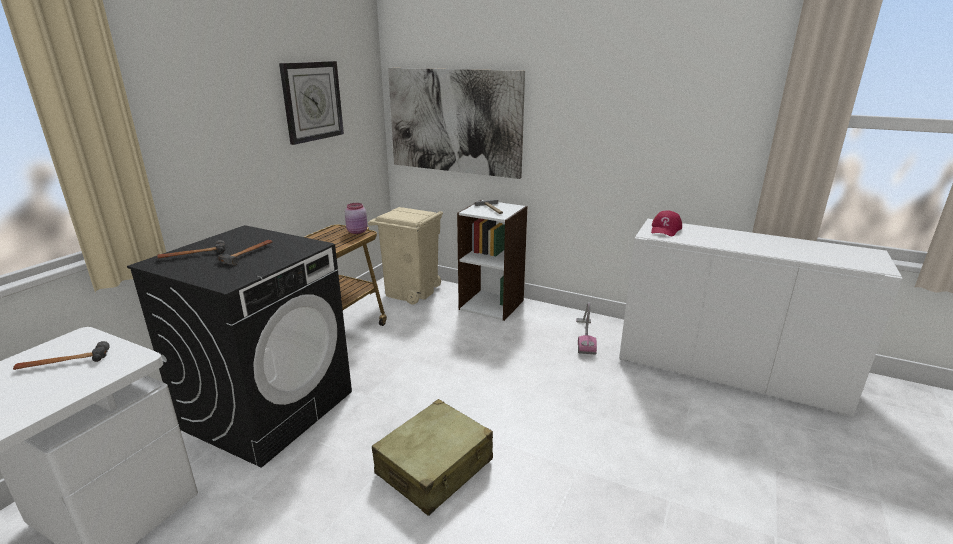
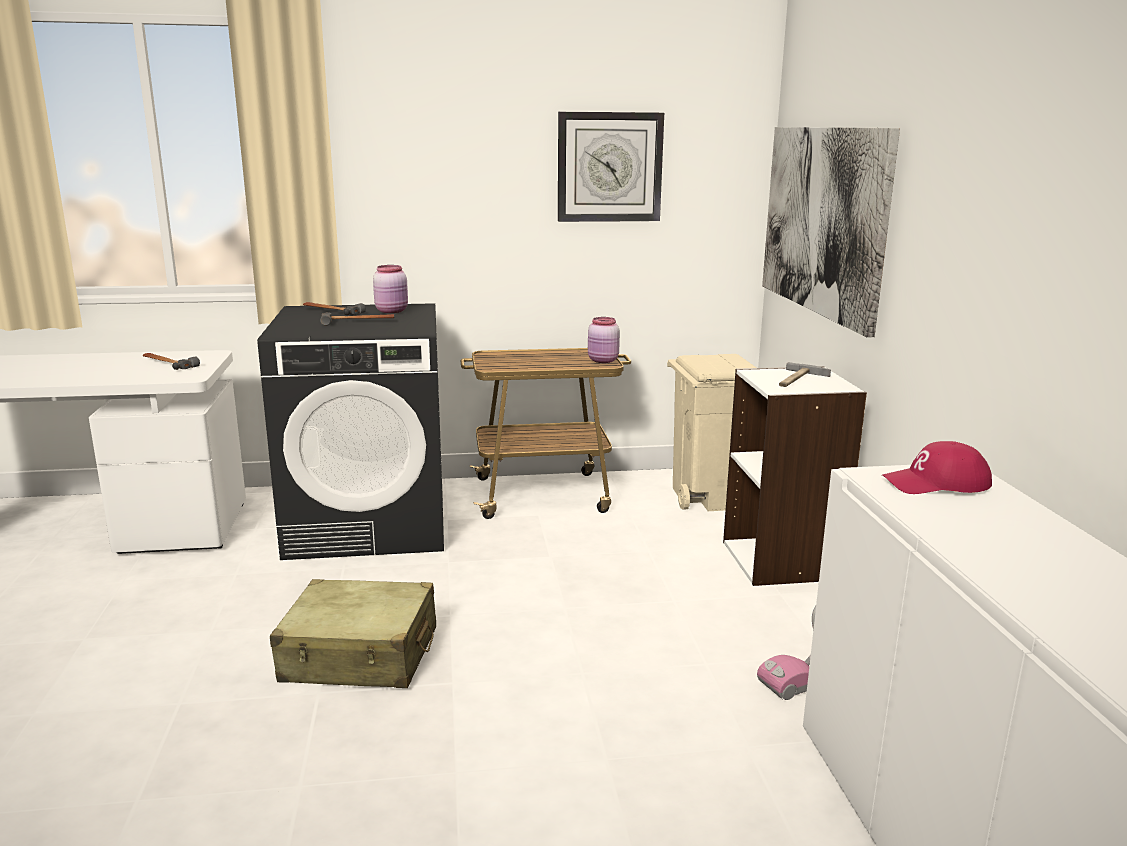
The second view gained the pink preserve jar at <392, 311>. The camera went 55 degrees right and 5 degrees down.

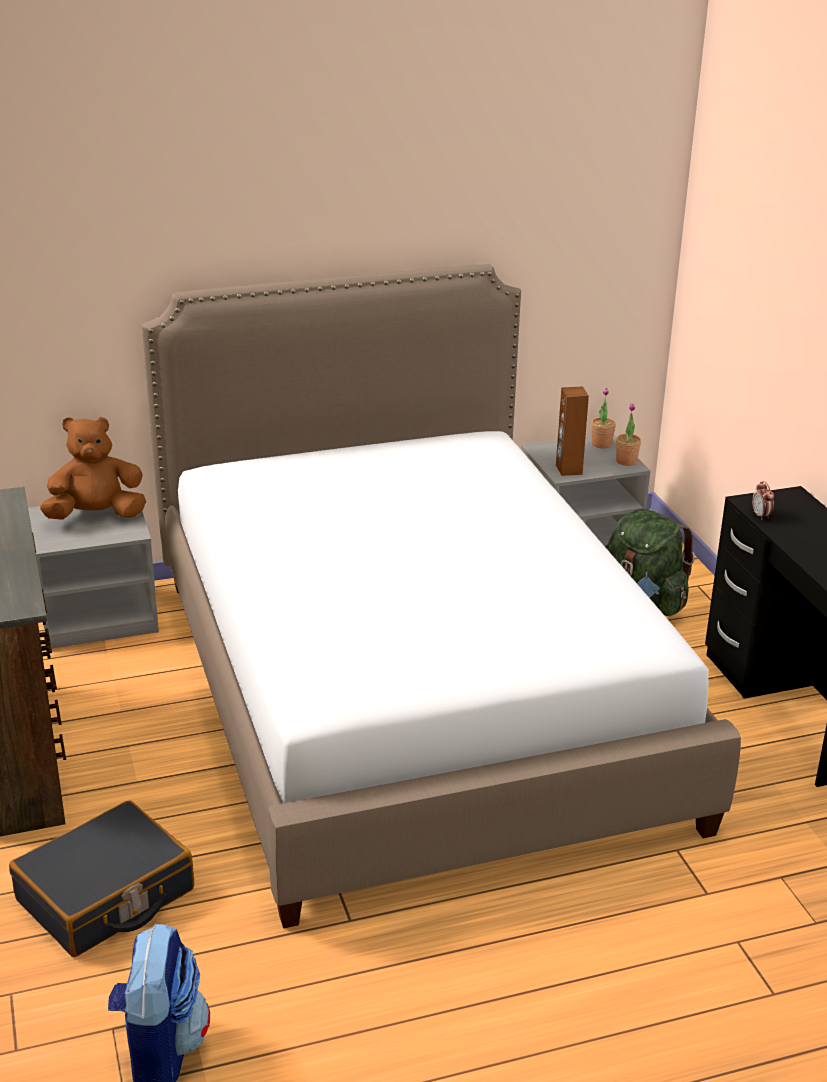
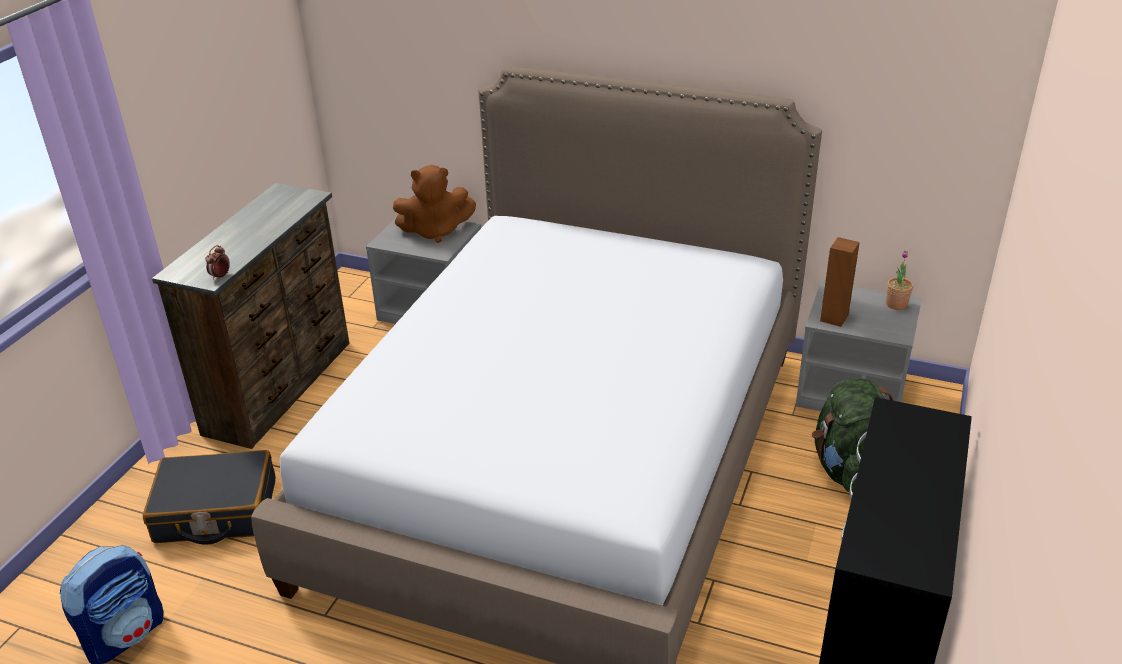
The table clock ended up elsewhere, having gone from <761, 516> to <220, 276>. The brown plush toy at <96, 516> ended up facing another way, 150 degrees clockwise from before. The second view lost the houseplant at <626, 461>. The camera went 40 degrees right and 5 degrees up.

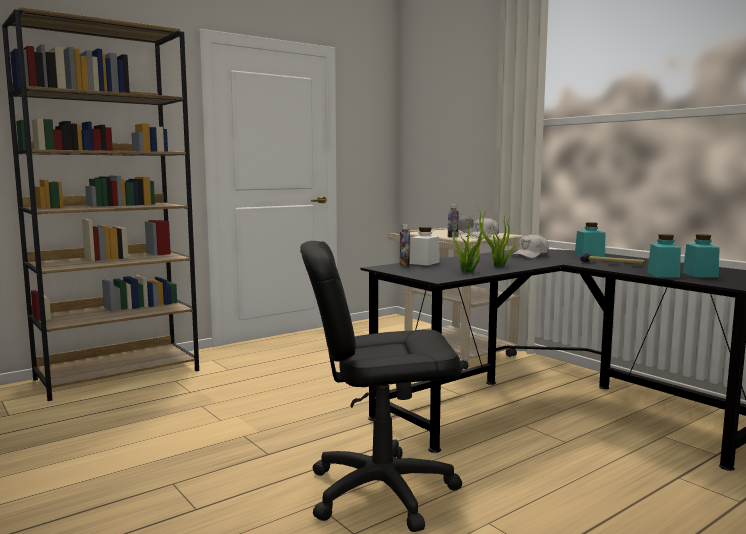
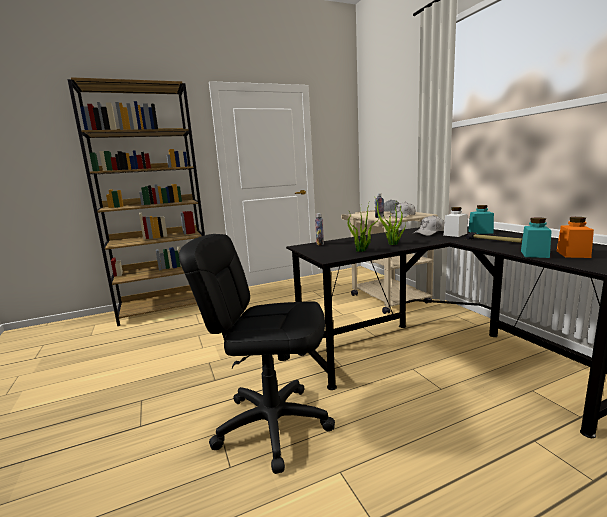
The whitish preserve jar ended up elsewhere, having gone from <424, 263> to <455, 234>. What was the blue-green preserve jar at <700, 275> turned into the orange-coloured preserve jar at <573, 254>. The camera went 15 degrees right and 5 degrees up.

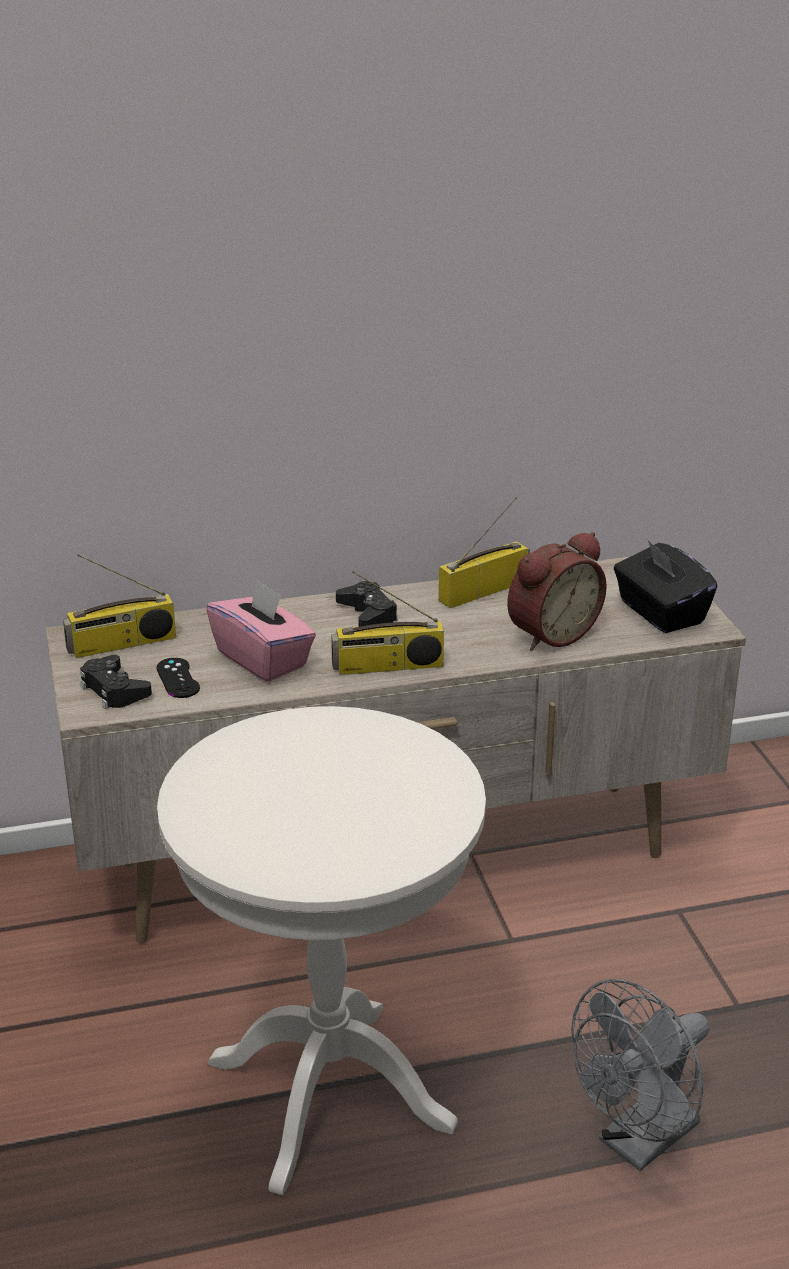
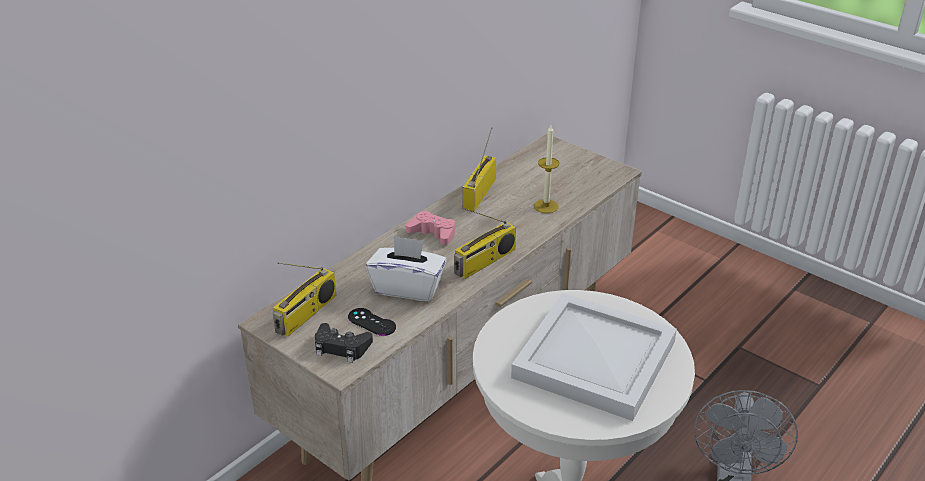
What was the pink box of tissues at <263, 659> turned into the whitish box of tissues at <408, 287>. What was the black gamepad at <368, 614> turned into the pink gamepad at <433, 233>. The second view gained the whitish carrying tray at <597, 359>. Where the table clock stood at <550, 633>, the wax light came to stand at <546, 206>. The second view lost the black box of tissues at <660, 613>. The camera went 35 degrees left and 5 degrees up.

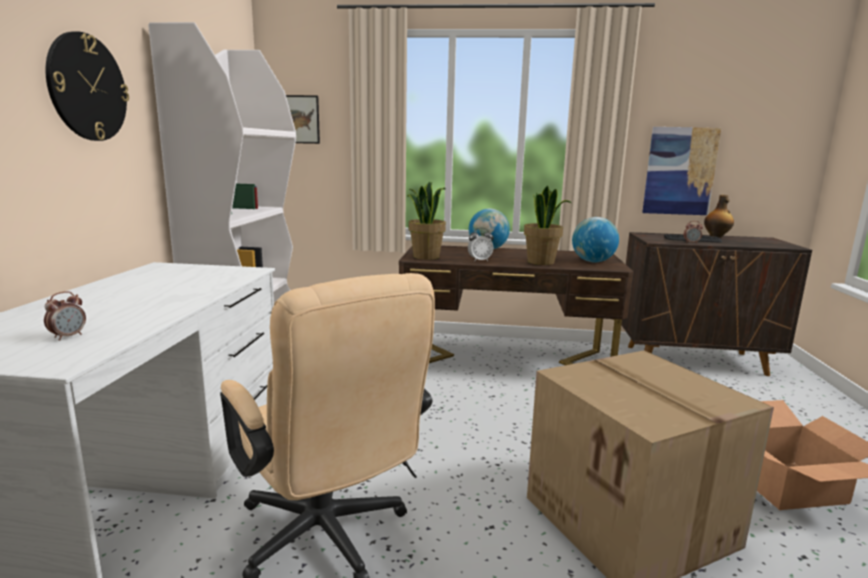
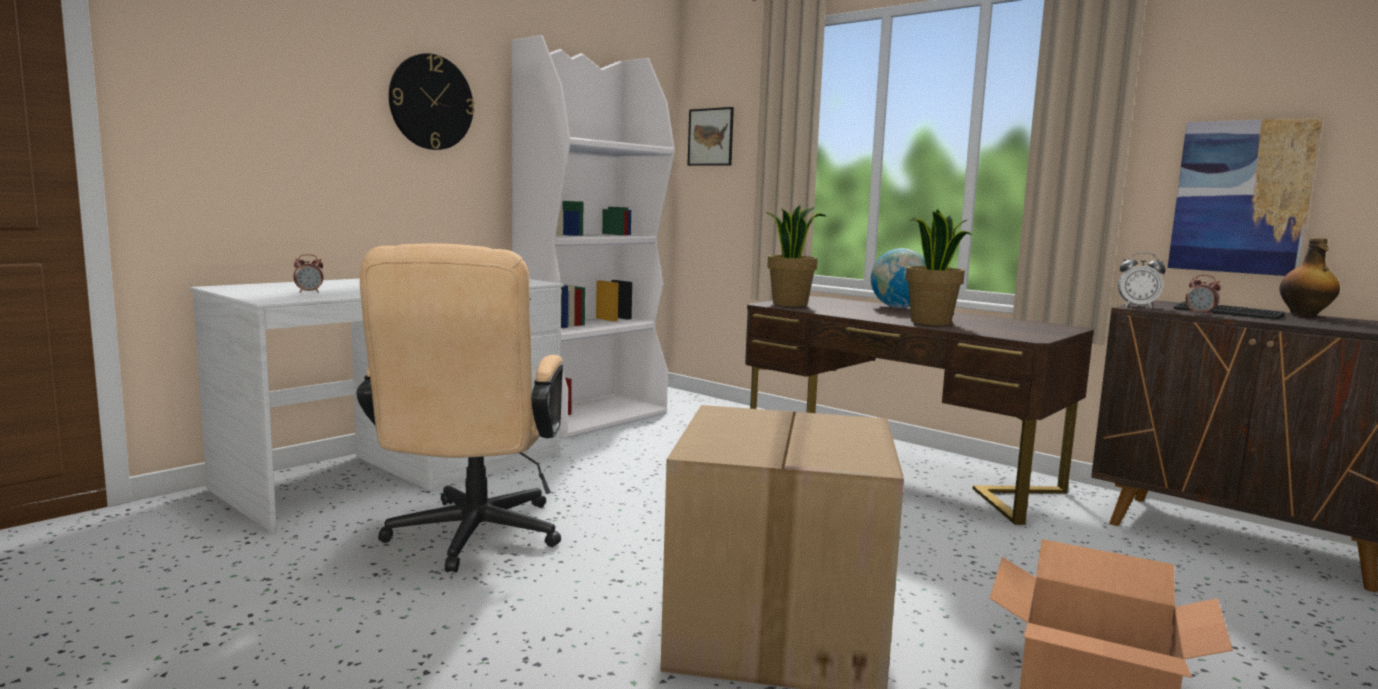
The table clock ended up elsewhere, having gone from <479, 260> to <1137, 306>. The second view lost the globe at <592, 262>. The camera went 35 degrees right and 5 degrees down.

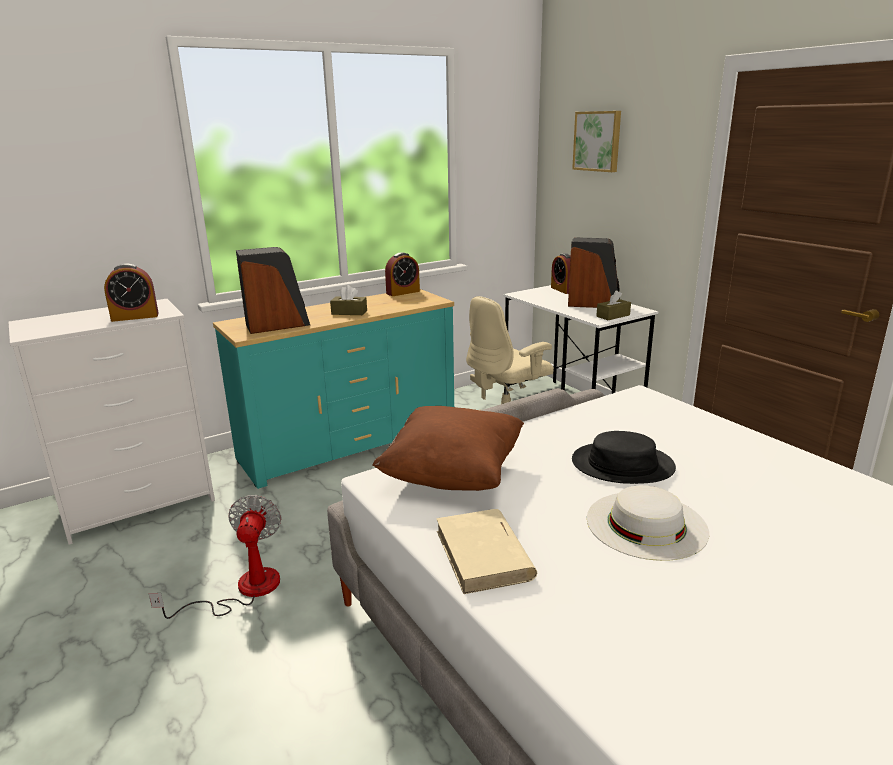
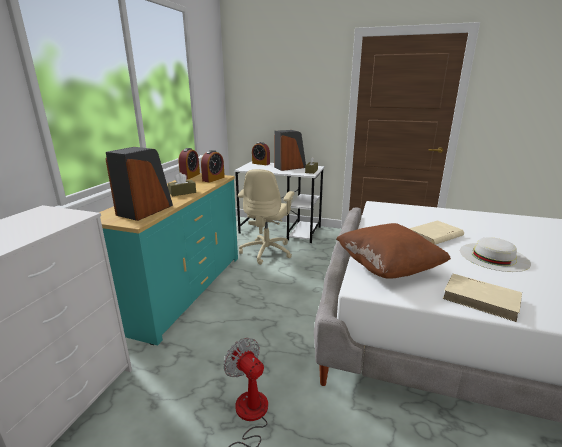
The table clock ended up elsewhere, having gone from <135, 317> to <213, 179>. Where the black hat stood at <622, 465>, the beige-coloured book came to stand at <434, 236>. The second view lost the wall art at <598, 141>. The camera went 40 degrees left and 0 degrees up.

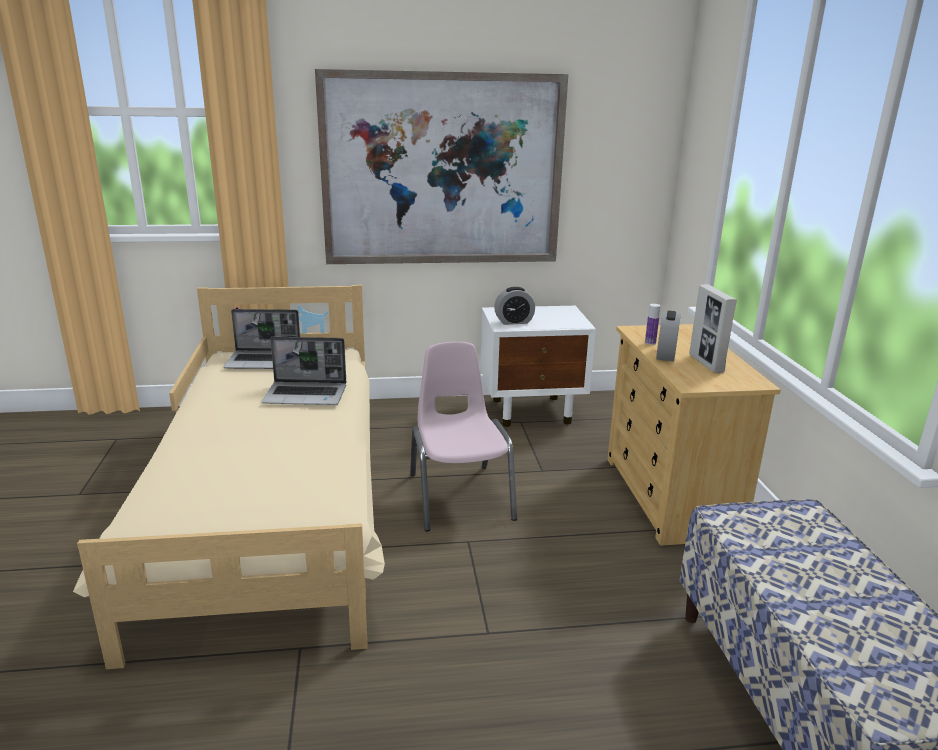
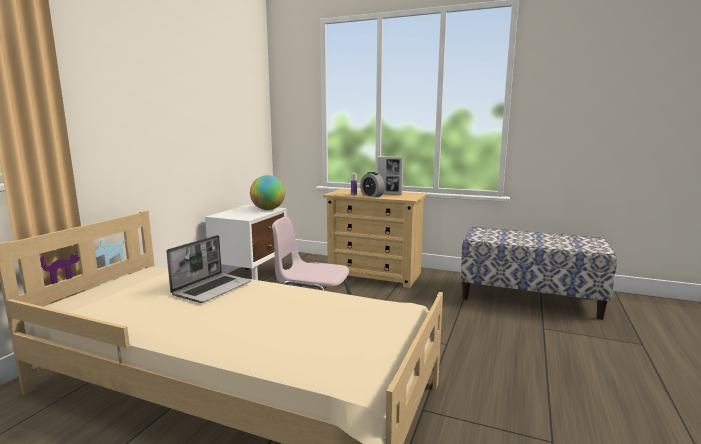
The second view gained the globe at <268, 209>. The second view lost the portable computer at <265, 361>. The second view lost the wall art at <442, 170>. The second view lost the table clock at <514, 322>. The camera went 60 degrees left and 10 degrees down.

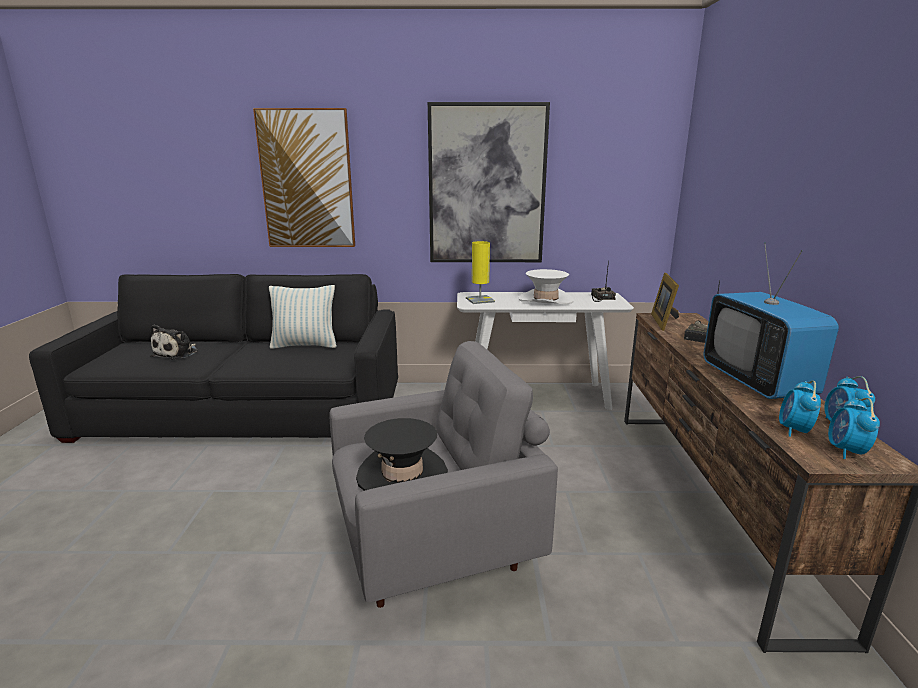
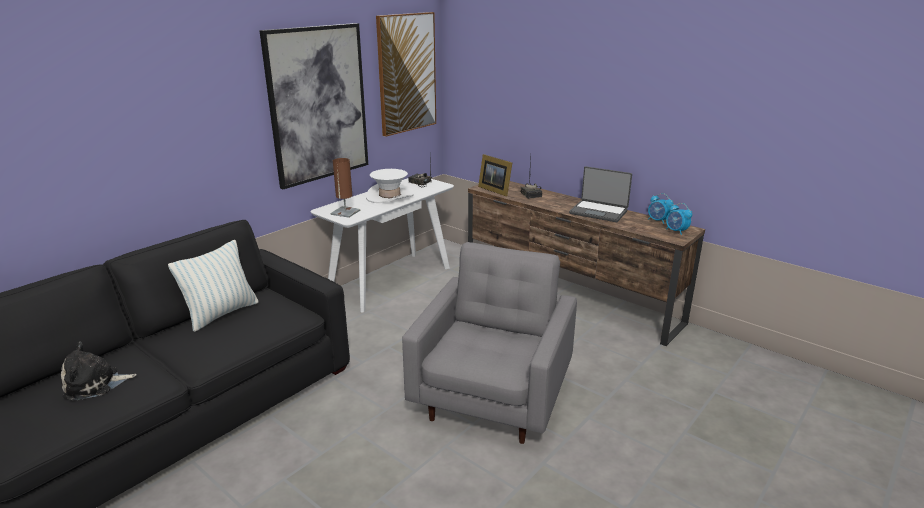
The plush toy at <177, 353> ended up facing another way, 105 degrees clockwise from before. What was the yellow-coloured lamp for a table at <480, 300> turned into the brown lamp for a table at <345, 212>. The wall art ended up elsewhere, having gone from <307, 180> to <406, 73>. Where the TV stood at <756, 382>, the portable computer came to stand at <599, 212>. The second view lost the black hat at <402, 474>. The second view lost the table clock at <794, 430>. The camera went 50 degrees left and 5 degrees up.

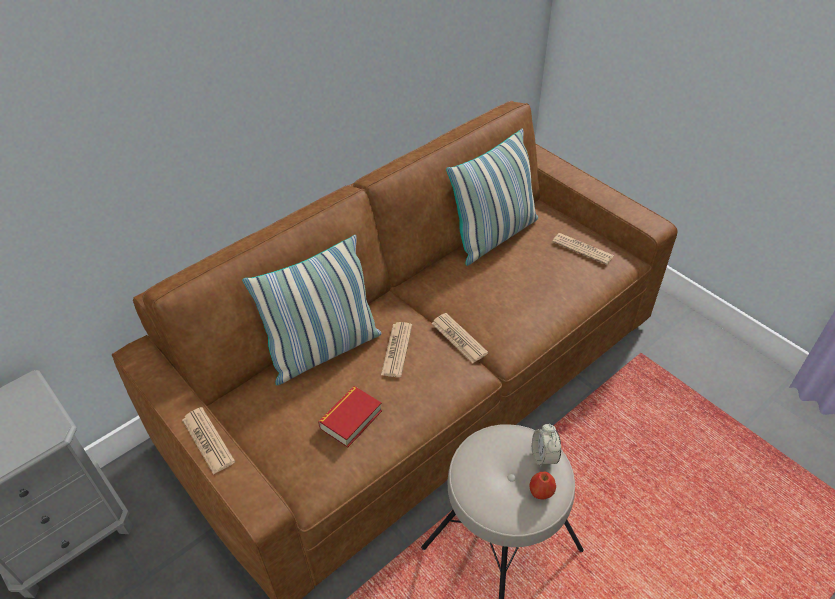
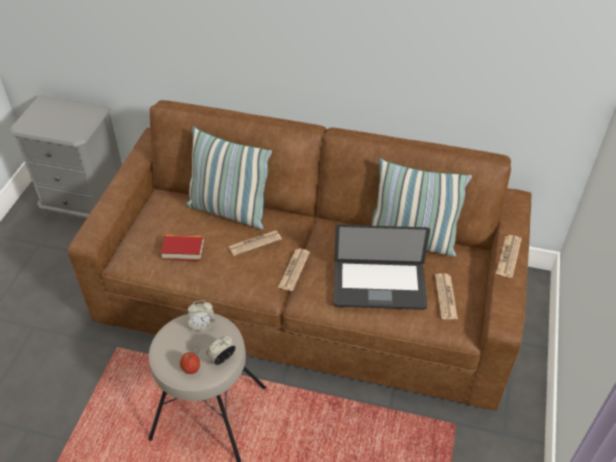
The second view gained the table clock at <202, 324>. The second view gained the portable computer at <379, 286>. The daily paper ended up elsewhere, having gone from <208, 440> to <508, 256>. The camera went 55 degrees right and 0 degrees up.

